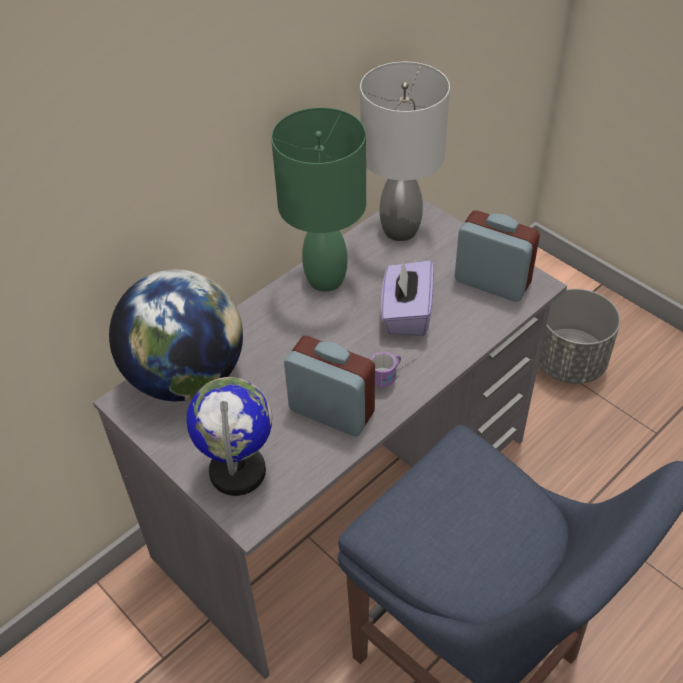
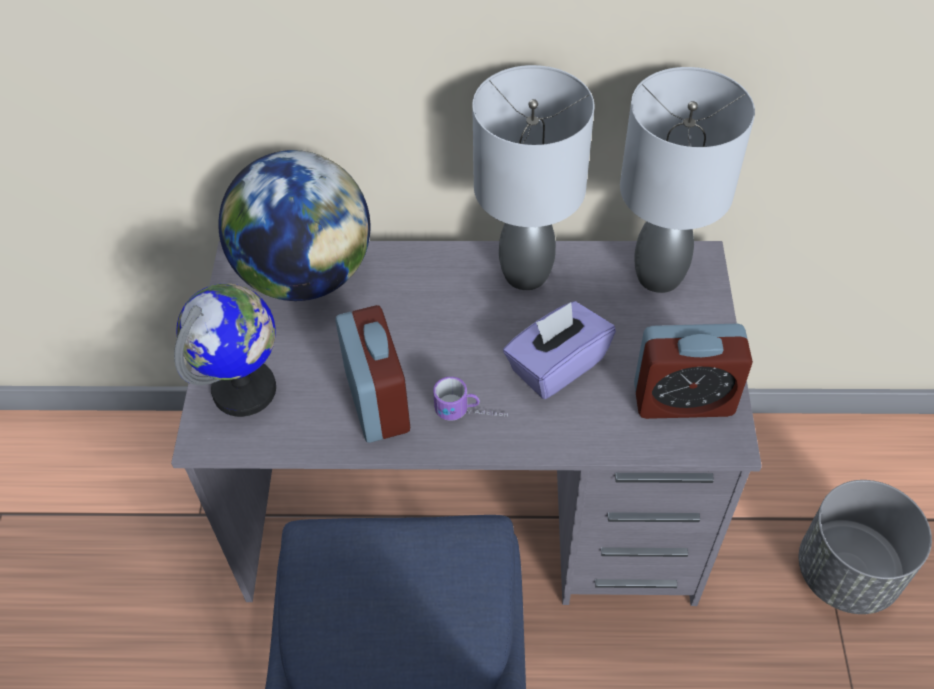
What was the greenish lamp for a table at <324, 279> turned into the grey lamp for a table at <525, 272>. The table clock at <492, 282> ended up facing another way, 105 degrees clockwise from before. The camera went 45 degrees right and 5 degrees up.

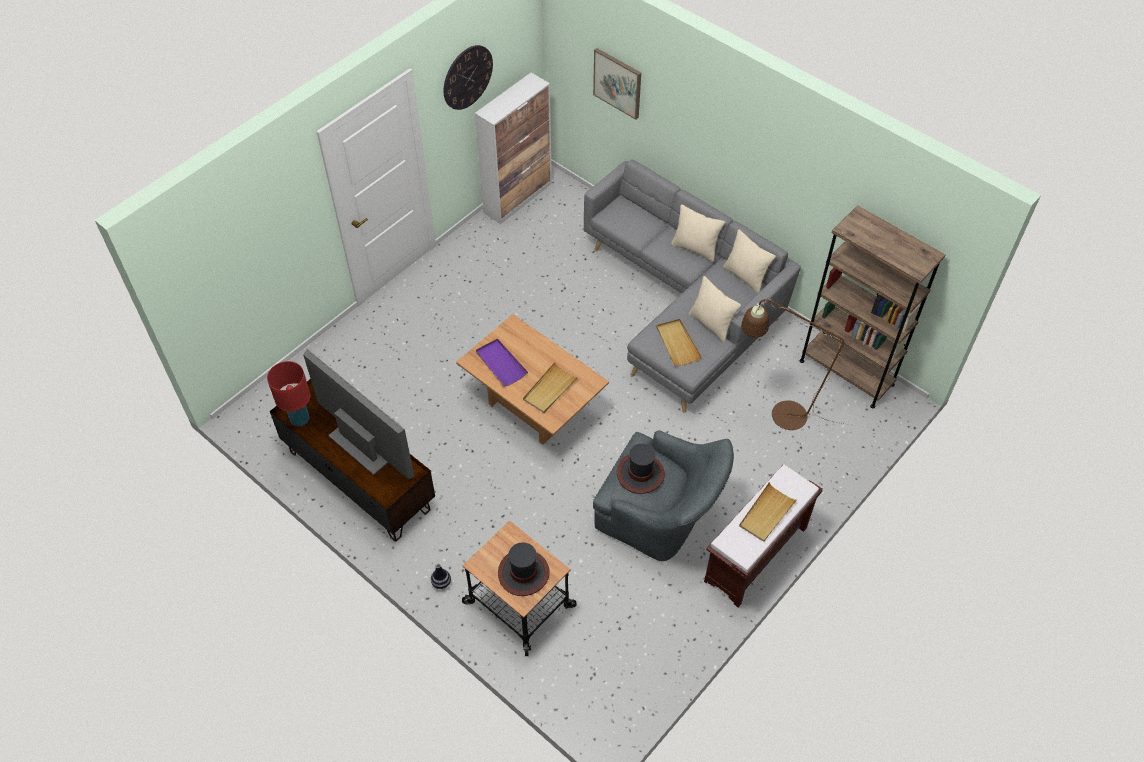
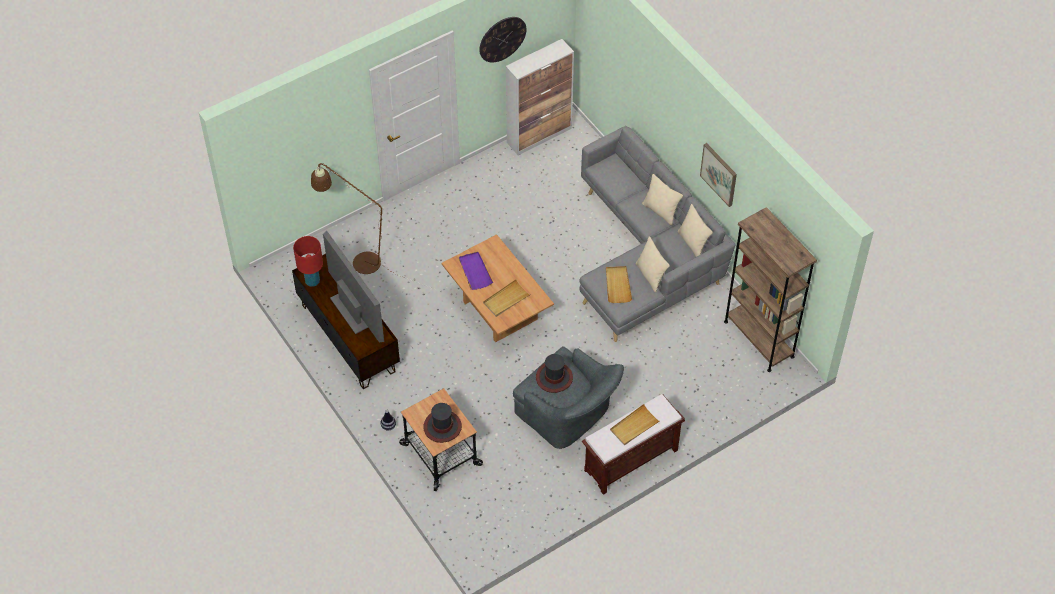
The brown floor lamp ended up elsewhere, having gone from <779, 414> to <359, 260>. The wall art ended up elsewhere, having gone from <618, 83> to <719, 174>. The camera went 15 degrees right and 0 degrees up.

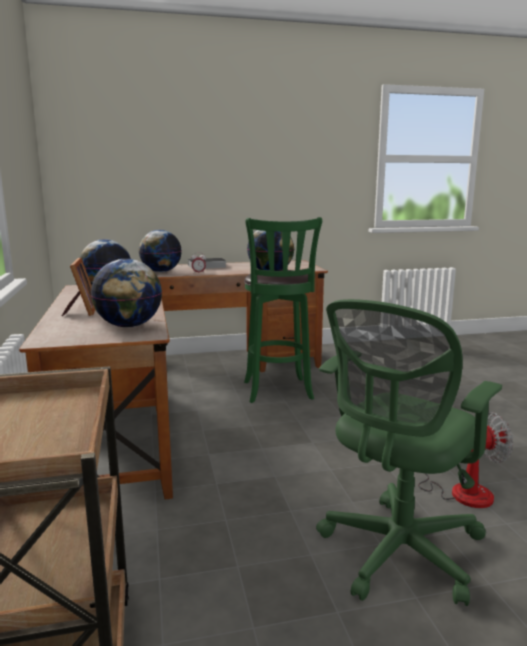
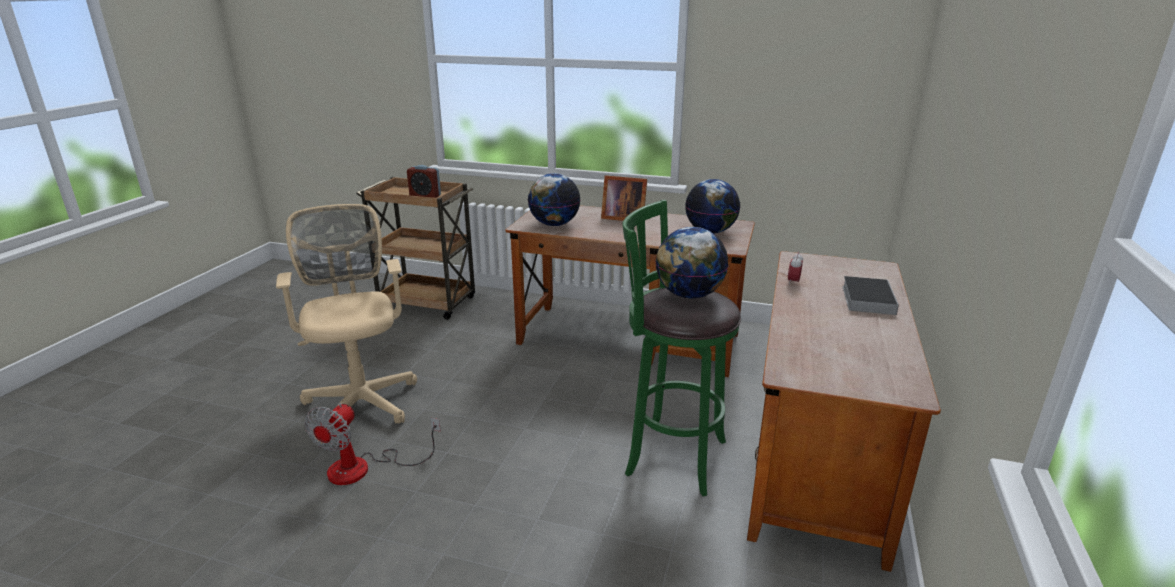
What was the greenish office chair at <396, 554> turned into the beige-coloured office chair at <361, 401>. The second view gained the table clock at <425, 196>. The second view lost the globe at <161, 271>. The camera went 120 degrees right and 10 degrees up.

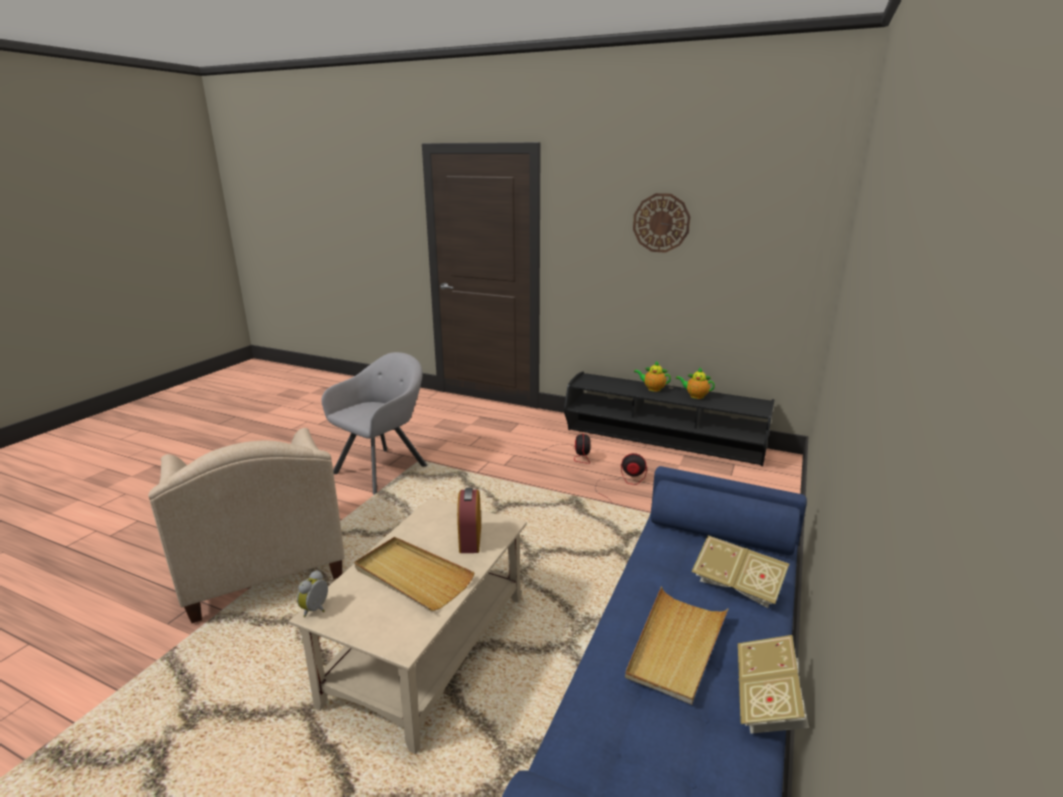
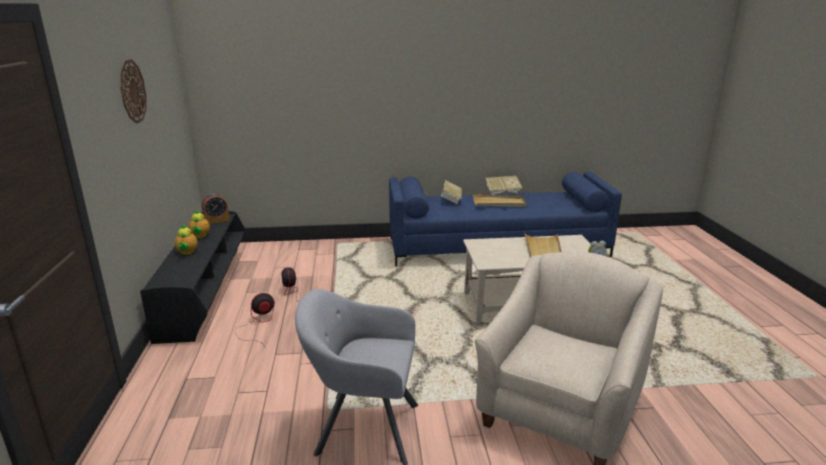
The table clock ended up elsewhere, having gone from <470, 539> to <216, 221>. The camera went 120 degrees left and 0 degrees up.

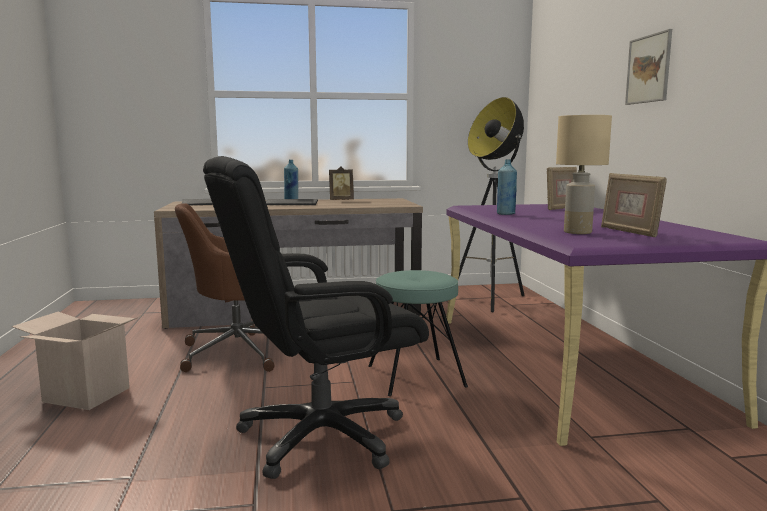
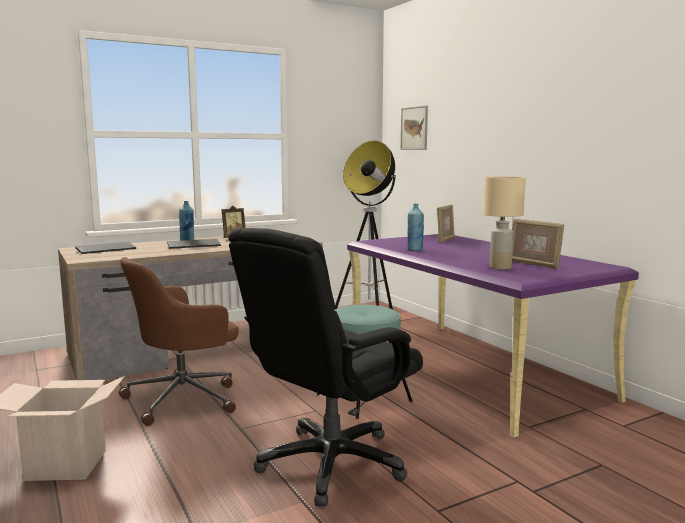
The wall art ended up elsewhere, having gone from <648, 69> to <414, 128>. The camera went 20 degrees left and 0 degrees up.

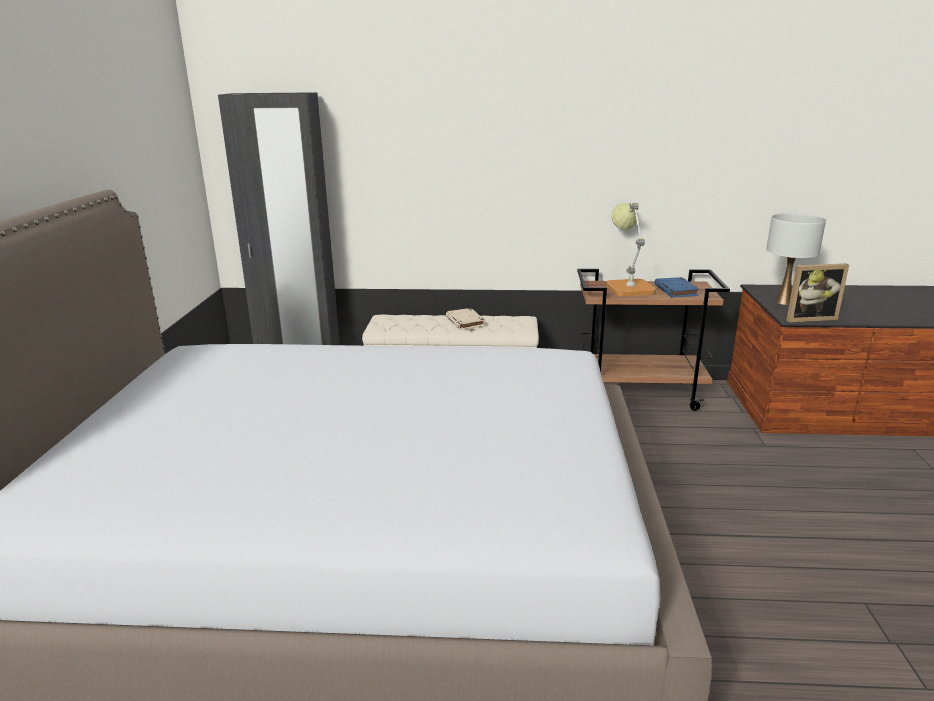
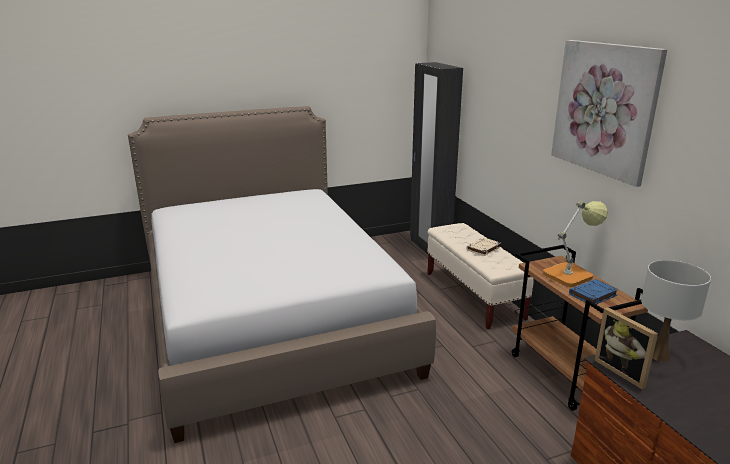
The second view gained the wall art at <604, 109>. The camera went 65 degrees right and 0 degrees up.

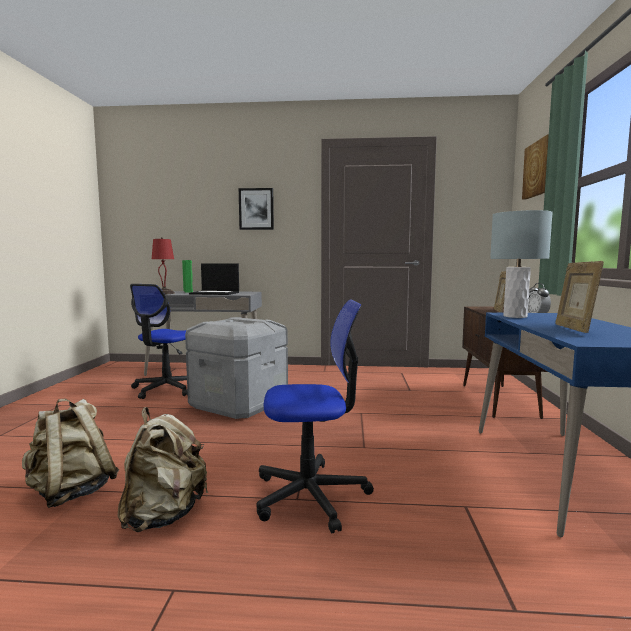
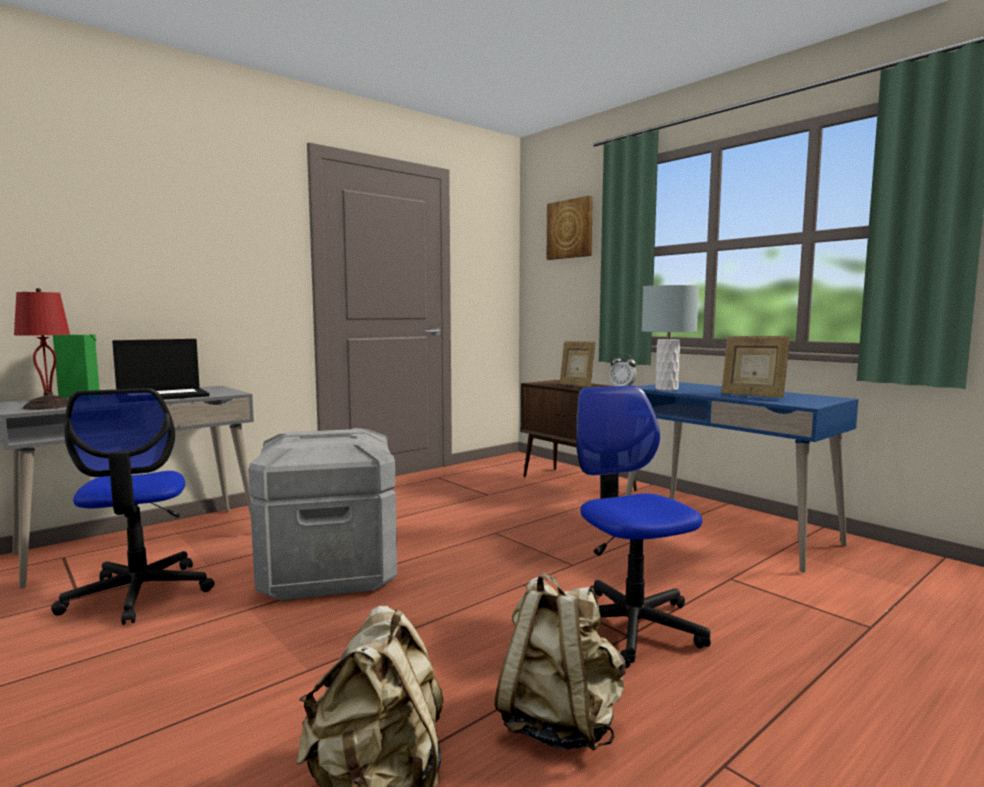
The office chair at <311, 495> ended up facing another way, 60 degrees counterclockwise from before. The second view lost the wall art at <256, 209>. The camera went 45 degrees left and 0 degrees up.

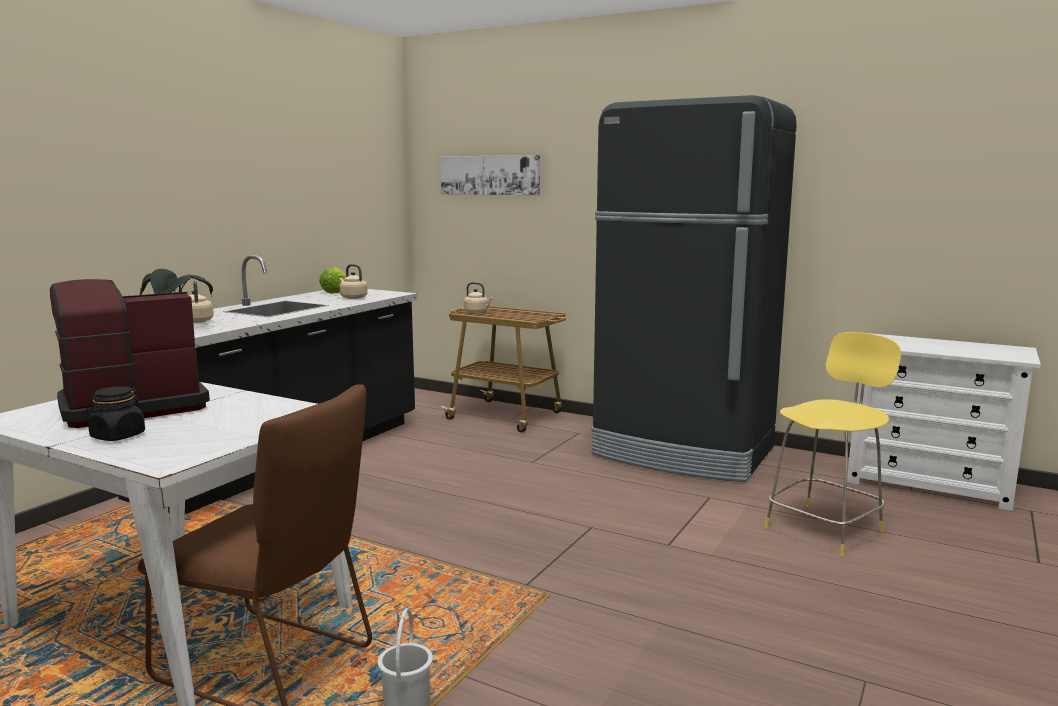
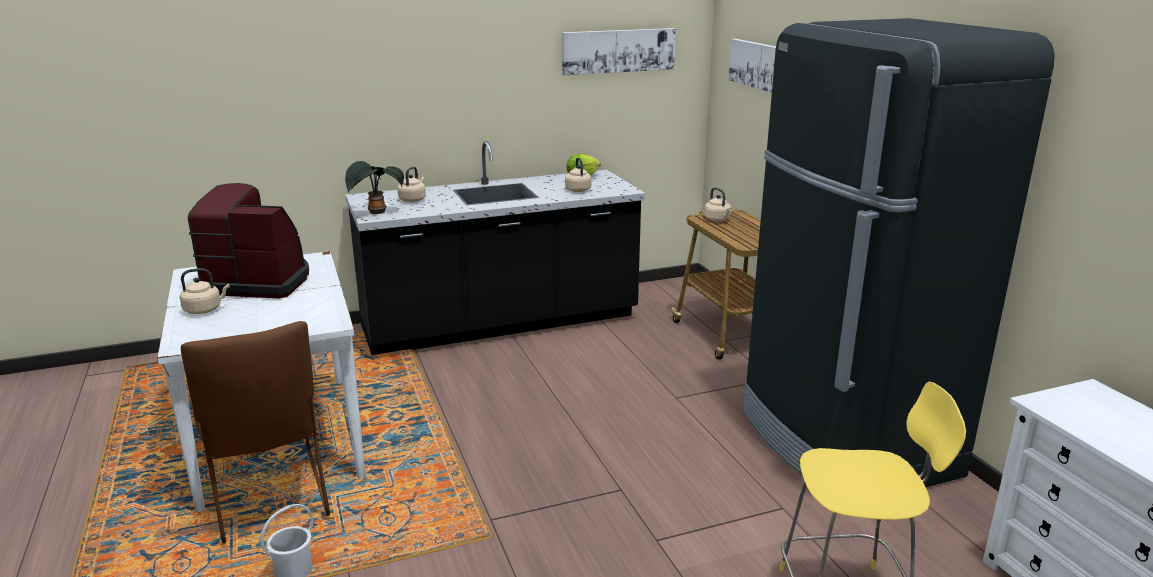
Where the black preserve jar stood at <118, 436>, the beige-coloured kettle came to stand at <205, 310>. The second view gained the wall art at <618, 51>. The camera went 40 degrees right and 10 degrees up.

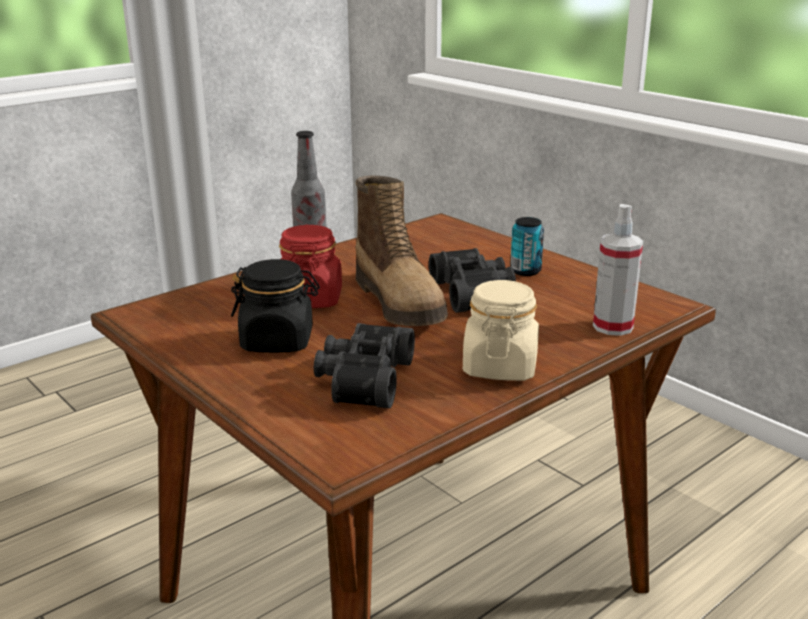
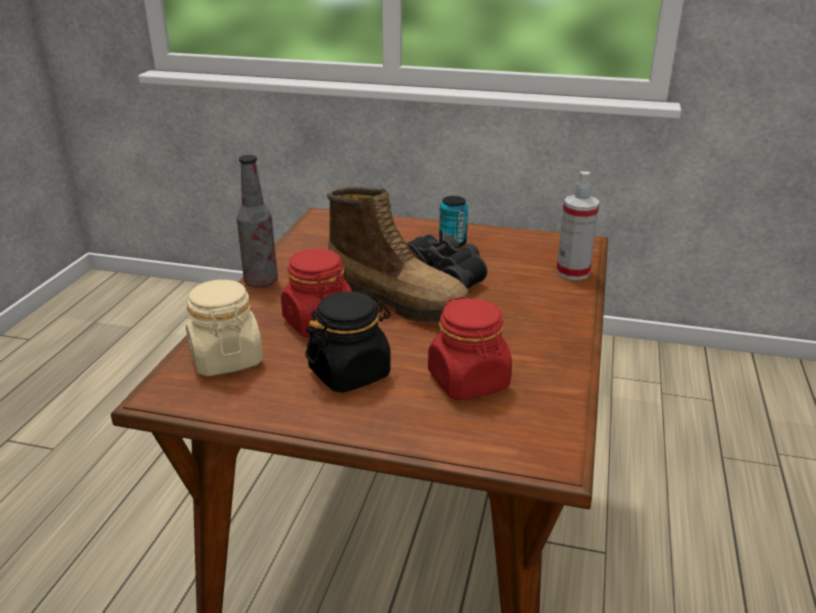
The beige-coloured preserve jar ended up elsewhere, having gone from <500, 367> to <226, 359>. Where the black pair of binoculars stood at <362, 379>, the red-coloured preserve jar came to stand at <469, 381>. The camera went 35 degrees left and 5 degrees up.

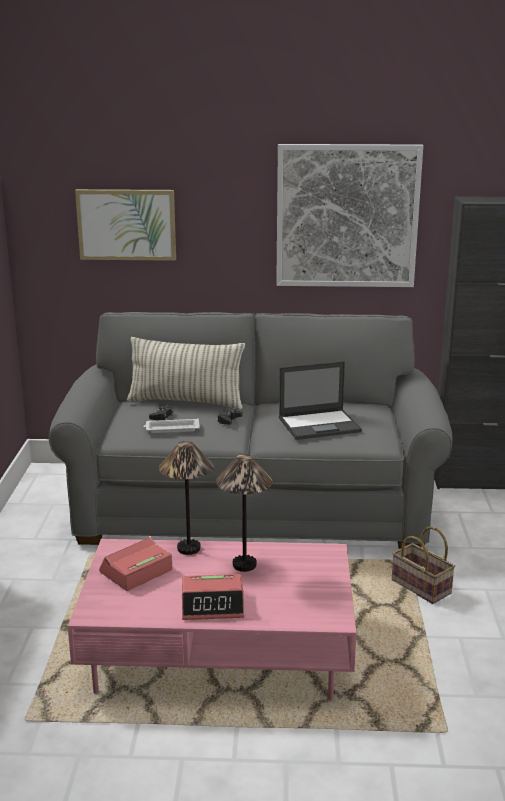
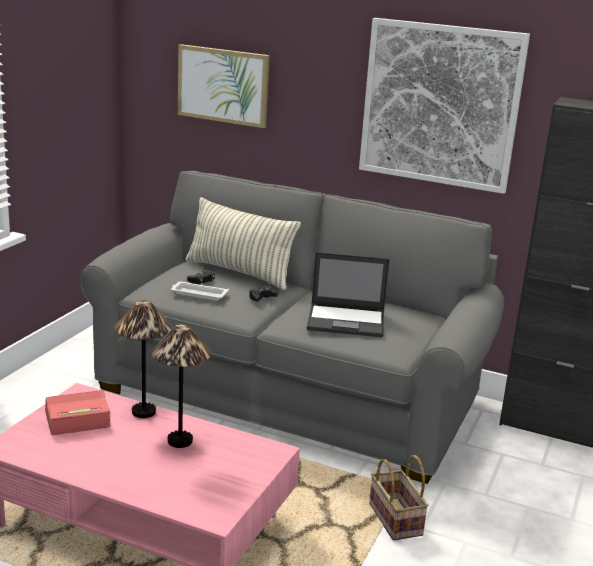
The second view lost the table clock at <213, 605>. The camera went 20 degrees right and 0 degrees up.

